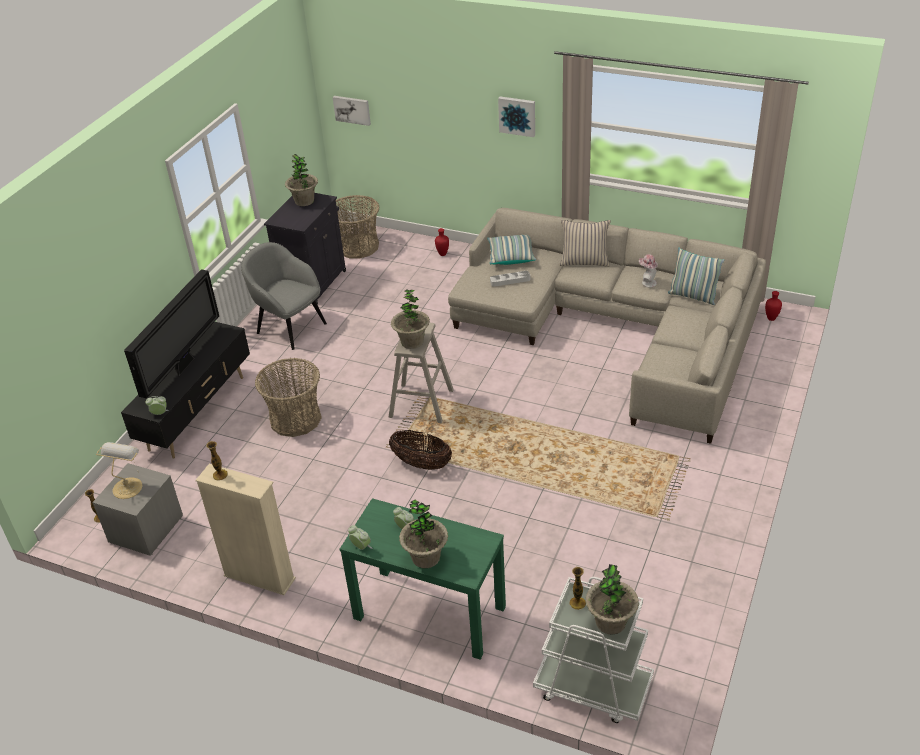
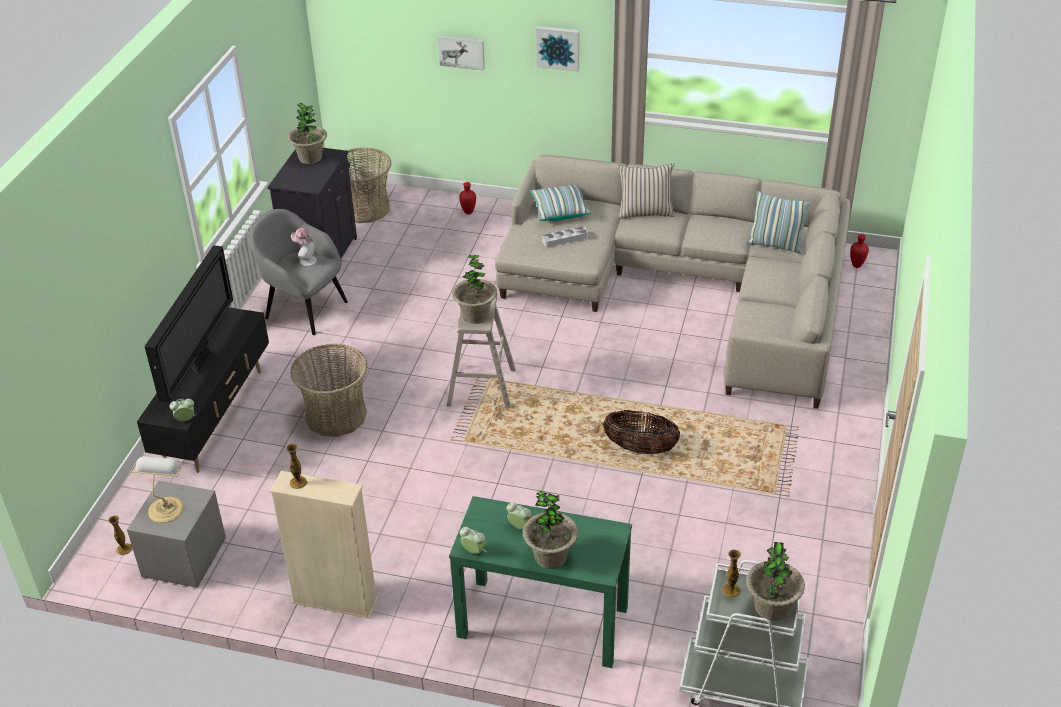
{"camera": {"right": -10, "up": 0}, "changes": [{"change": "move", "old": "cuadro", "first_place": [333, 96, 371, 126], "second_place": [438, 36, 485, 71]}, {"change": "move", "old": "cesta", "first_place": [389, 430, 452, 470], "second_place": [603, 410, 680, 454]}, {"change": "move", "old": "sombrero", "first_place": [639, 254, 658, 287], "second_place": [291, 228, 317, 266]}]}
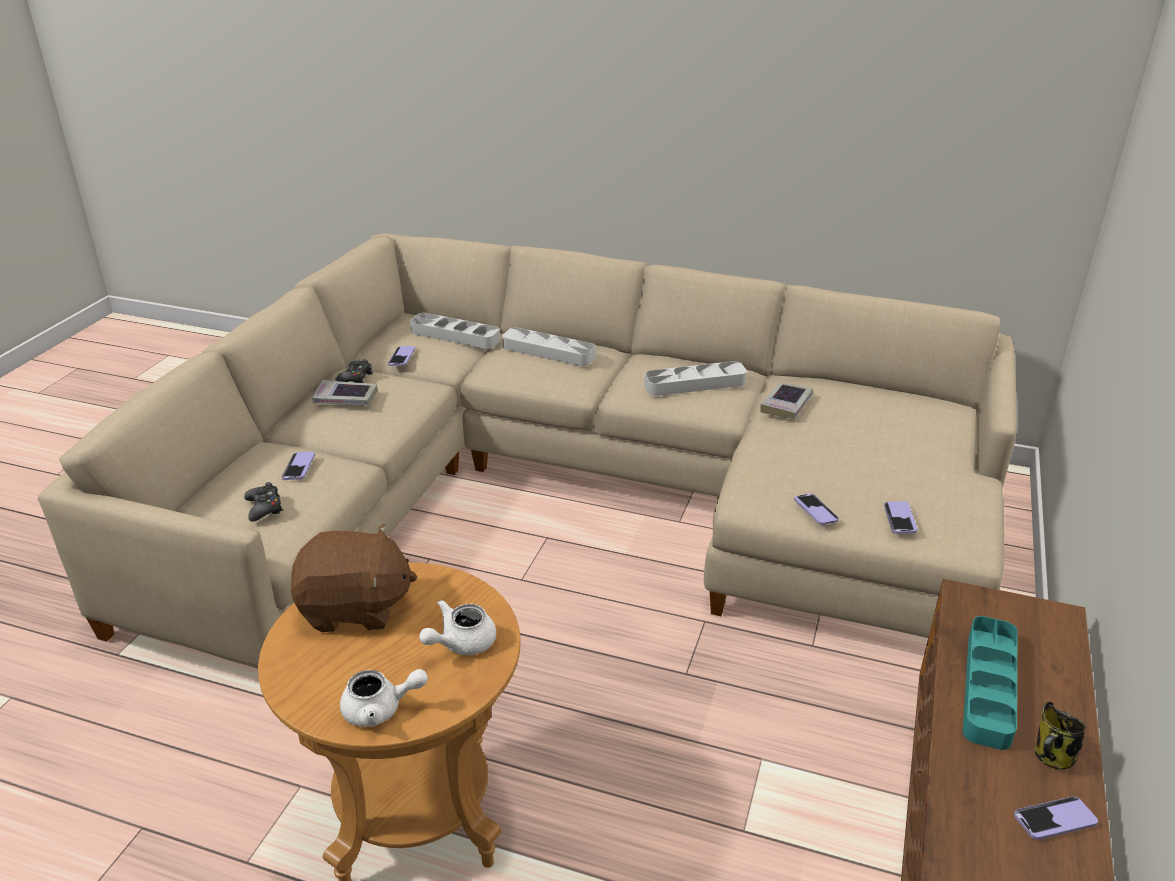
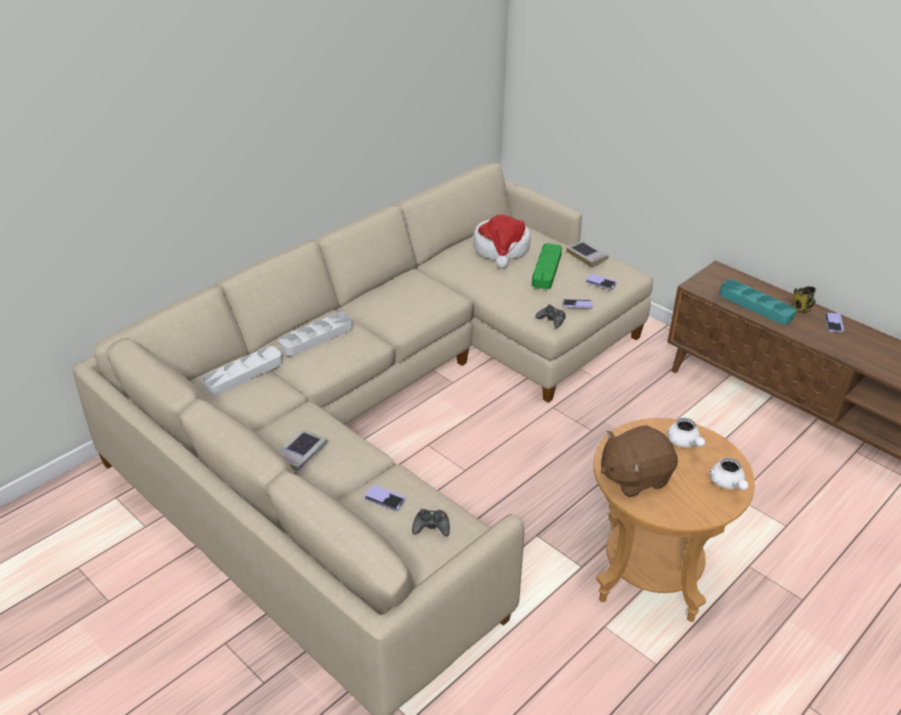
{"camera": {"right": -65, "up": 5}, "changes": [{"change": "rotate", "old": "peluche/marrón", "first_place": [291, 524, 417, 632], "second_place": [601, 425, 678, 498], "degrees": -135}, {"change": "move", "old": "mando de consola/negro", "first_place": [335, 359, 373, 383], "second_place": [535, 304, 566, 328]}, {"change": "rotate", "old": "tetera/blanco", "first_place": [340, 669, 428, 727], "second_place": [709, 457, 749, 490], "degrees": 150}, {"change": "delete", "old": "móvil", "first_place": [388, 346, 416, 366]}, {"change": "delete", "old": "bandeja/gris", "first_place": [644, 361, 747, 396]}, {"change": "move", "old": "libro", "first_place": [761, 382, 813, 419], "second_place": [566, 240, 609, 267]}, {"change": "insert", "new": "sombrero", "second_place": [473, 215, 531, 269]}, {"change": "insert", "new": "bandeja/verde", "second_place": [532, 243, 562, 289]}]}
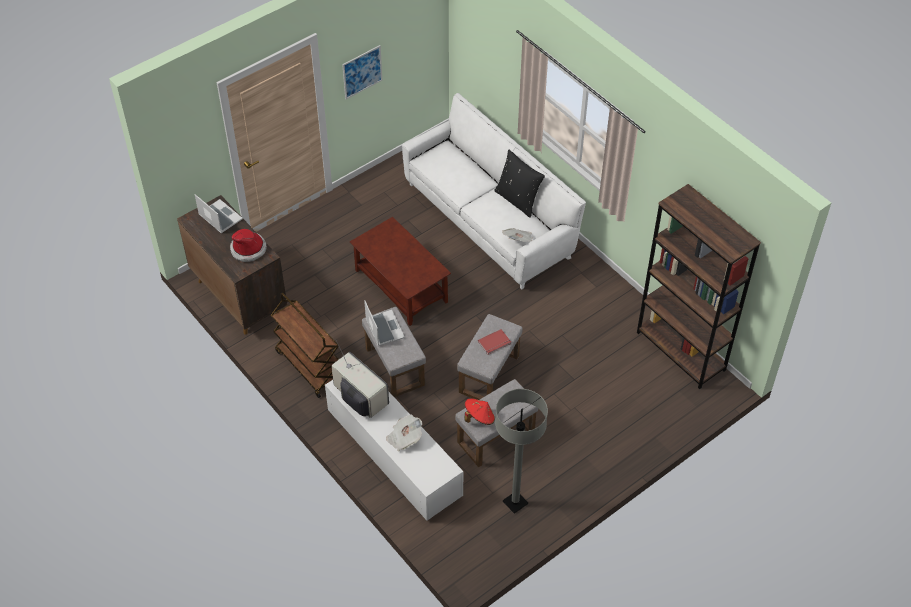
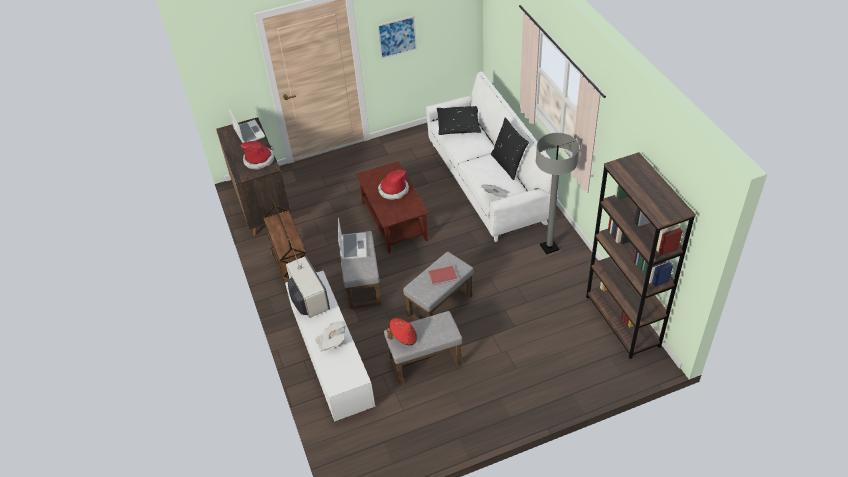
{"camera": {"right": 20, "up": -5}, "changes": [{"change": "move", "old": "lámpara de pie/gris", "first_place": [495, 389, 548, 514], "second_place": [536, 133, 579, 254]}, {"change": "insert", "new": "sombrero", "second_place": [378, 170, 409, 200]}, {"change": "insert", "new": "cojín/negro", "second_place": [437, 106, 481, 135]}]}
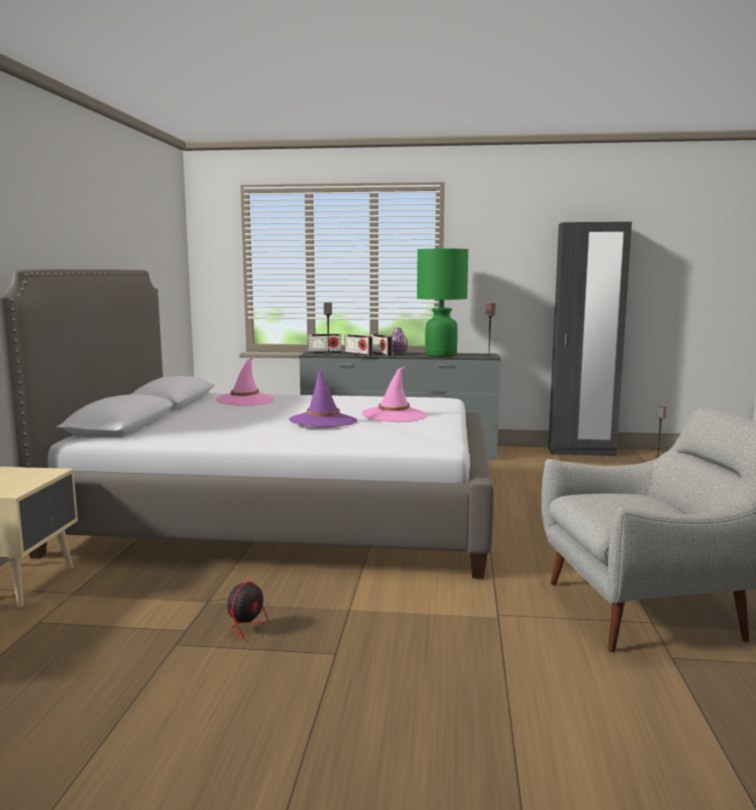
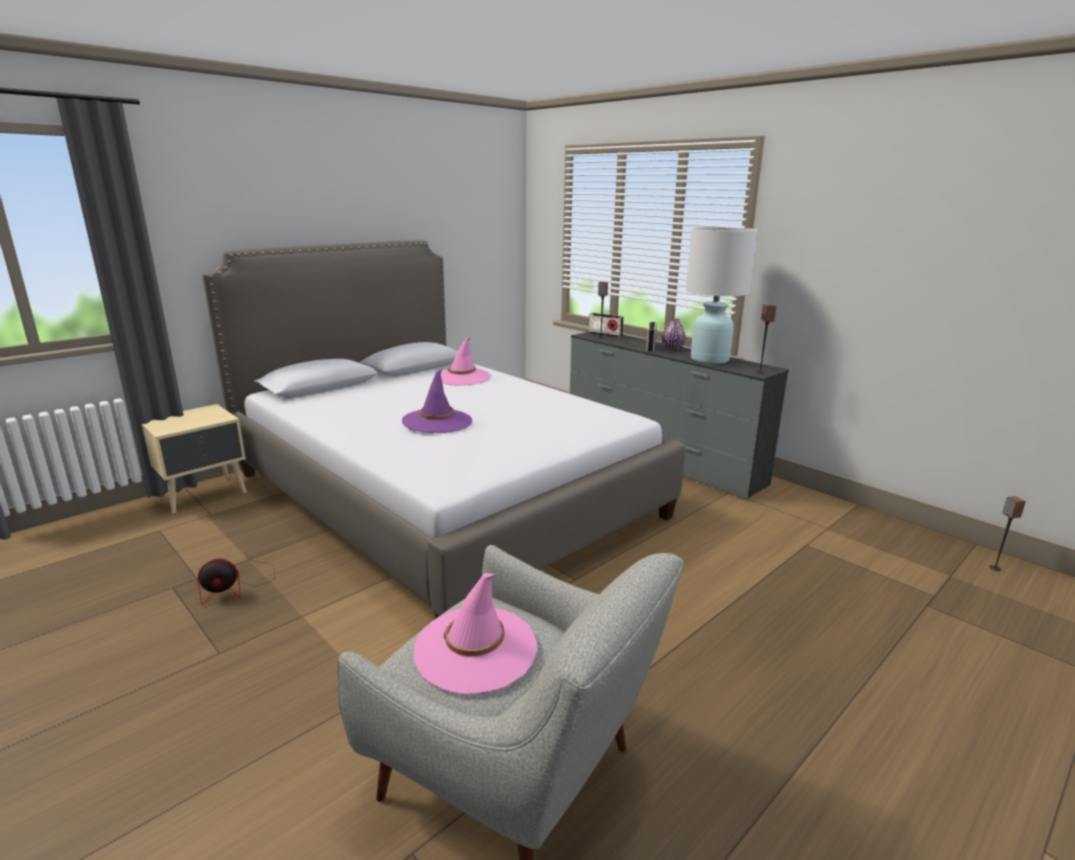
{"camera": {"right": 40, "up": 10}, "changes": [{"change": "delete", "old": "radio", "first_place": [344, 334, 373, 356]}, {"change": "move", "old": "sombrero/rosa", "first_place": [362, 366, 427, 422], "second_place": [414, 573, 537, 694]}, {"change": "recolor", "old": "lámpara de mesa/verde", "new": "lámpara de mesa/blanco", "first_place": [417, 249, 468, 357], "second_place": [686, 227, 758, 364]}, {"change": "delete", "old": "armario ropero/negro", "first_place": [548, 222, 632, 456]}]}
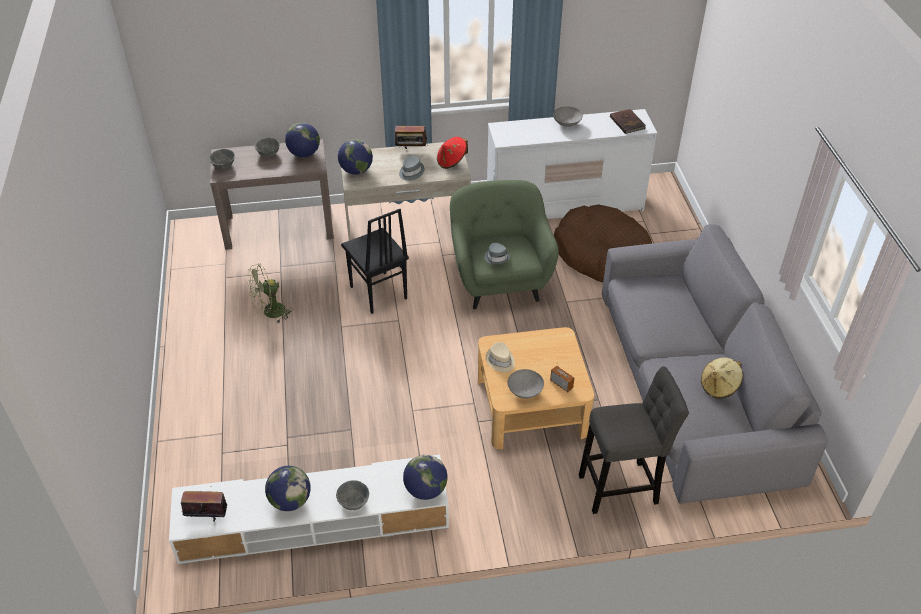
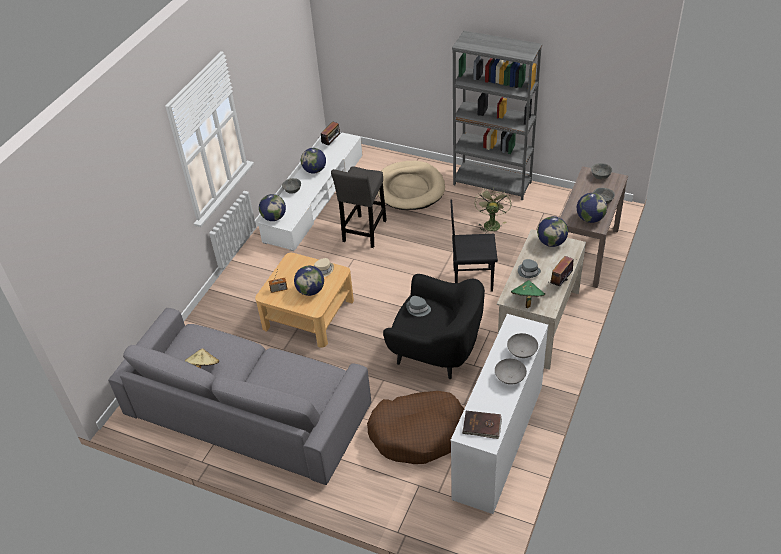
{"camera": {"right": 125, "up": 0}, "changes": [{"change": "recolor", "old": "sombrero/rojo", "new": "sombrero/verde", "first_place": [437, 137, 468, 169], "second_place": [511, 280, 545, 308]}, {"change": "recolor", "old": "sillón/verde", "new": "sillón/negro", "first_place": [450, 180, 559, 309], "second_place": [383, 274, 485, 379]}, {"change": "move", "old": "cuenco/gris", "first_place": [508, 369, 544, 399], "second_place": [507, 333, 538, 358]}, {"change": "move", "old": "taburete/gris", "first_place": [579, 366, 689, 514], "second_place": [331, 166, 387, 248]}, {"change": "insert", "new": "globo terráqueo", "second_place": [294, 266, 324, 296]}, {"change": "insert", "new": "cama para perro/beis", "second_place": [378, 161, 445, 210]}, {"change": "insert", "new": "estantería/gris", "second_place": [452, 31, 542, 200]}]}
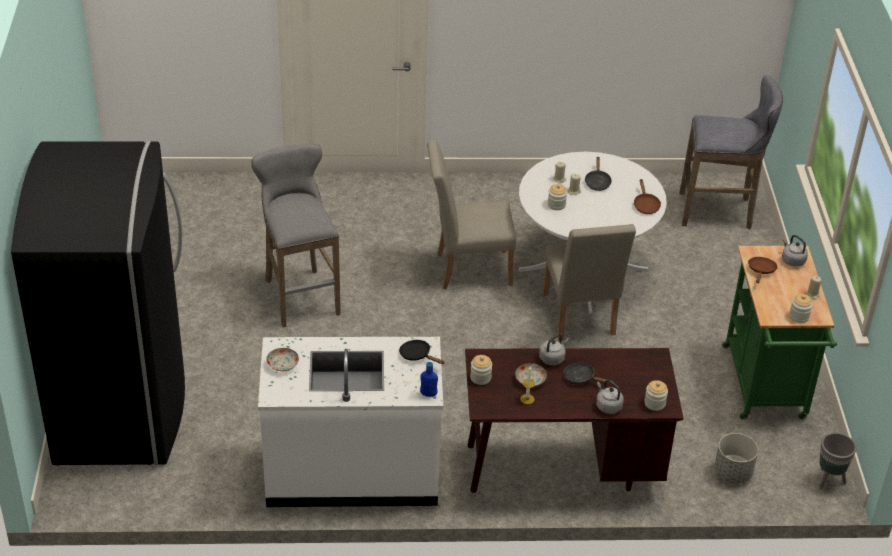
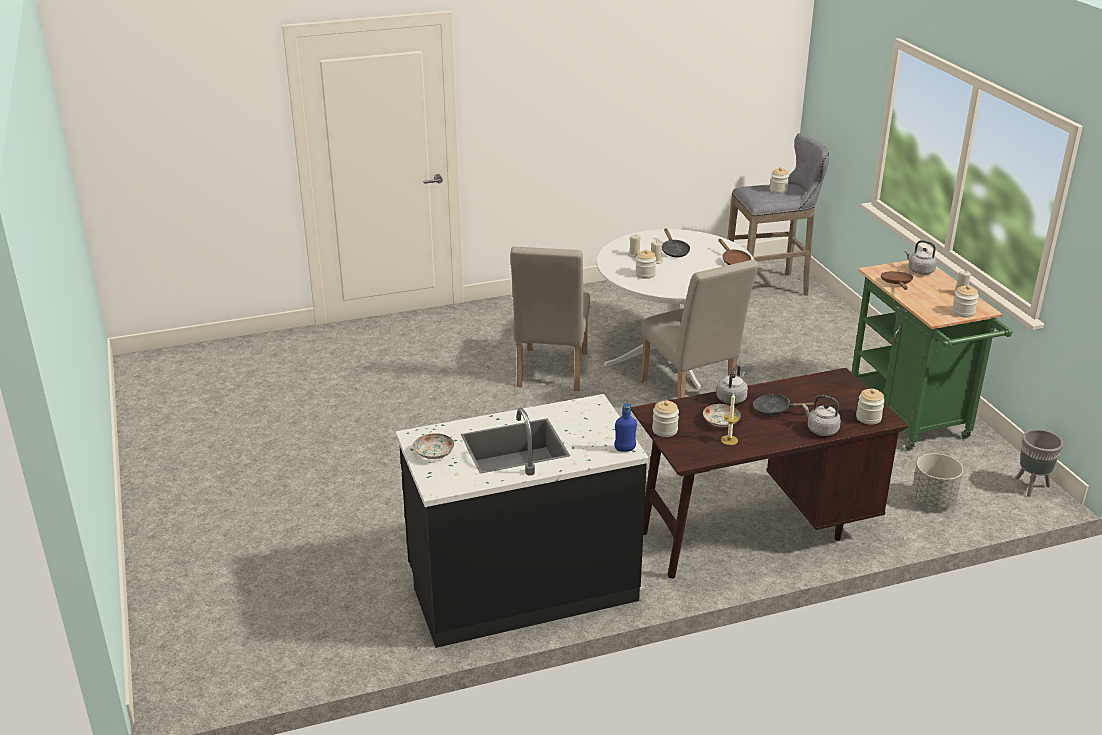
{"camera": {"right": -15, "up": -10}, "changes": [{"change": "delete", "old": "nevera/negro", "first_place": [11, 141, 185, 466]}, {"change": "delete", "old": "taburete/gris", "first_place": [252, 144, 341, 327]}, {"change": "recolor", "old": "mueble bajo de cocina/blanco", "new": "mueble bajo de cocina/negro", "first_place": [258, 337, 443, 507], "second_place": [396, 394, 649, 648]}, {"change": "delete", "old": "sartén/negro", "first_place": [399, 340, 445, 364]}, {"change": "rotate", "old": "silla/beis", "first_place": [427, 140, 516, 289], "second_place": [510, 246, 590, 391], "degrees": -60}, {"change": "insert", "new": "tarro", "second_place": [770, 167, 789, 193]}]}
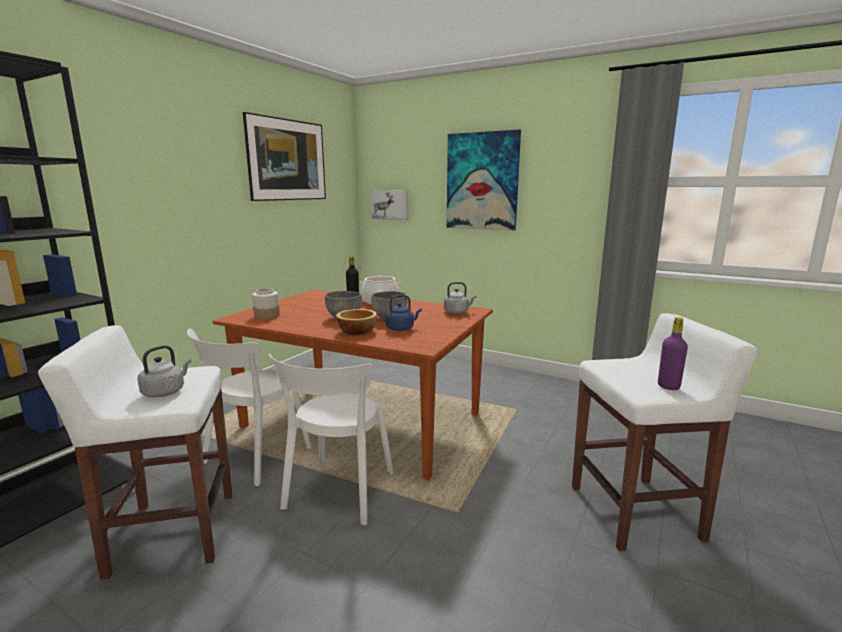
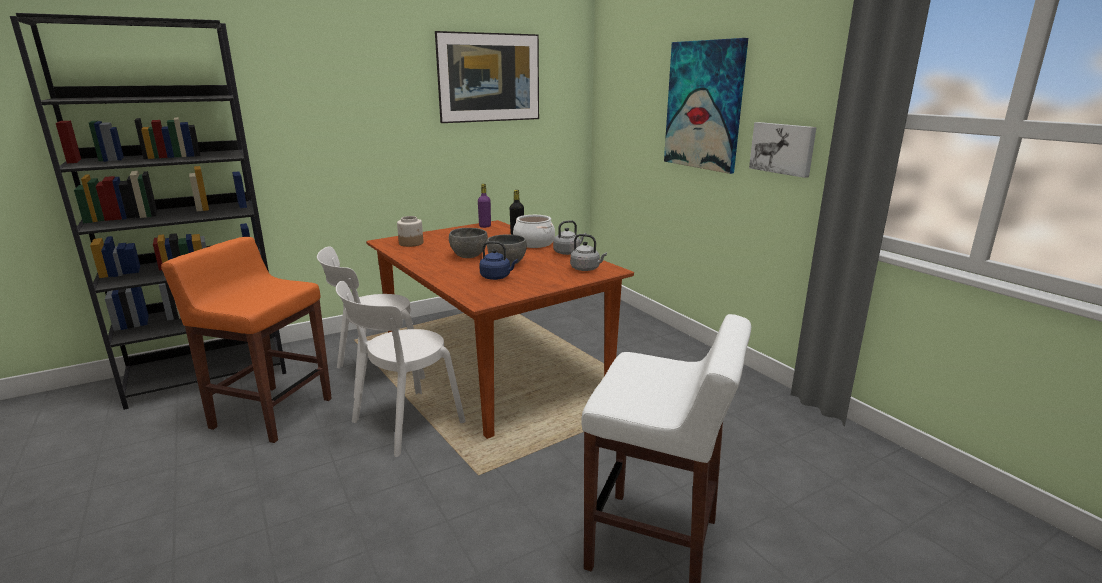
{"camera": {"right": 30, "up": 5}, "changes": [{"change": "recolor", "old": "taburete/blanco", "new": "taburete/naranja", "first_place": [38, 325, 232, 579], "second_place": [161, 237, 332, 443]}, {"change": "move", "old": "hervidor/gris", "first_place": [137, 345, 191, 398], "second_place": [553, 220, 586, 255]}, {"change": "delete", "old": "cuenco", "first_place": [336, 309, 377, 335]}, {"change": "move", "old": "cuadro", "first_place": [371, 191, 409, 220], "second_place": [749, 122, 817, 178]}, {"change": "move", "old": "botella/morado", "first_place": [658, 317, 688, 390], "second_place": [478, 184, 491, 228]}]}
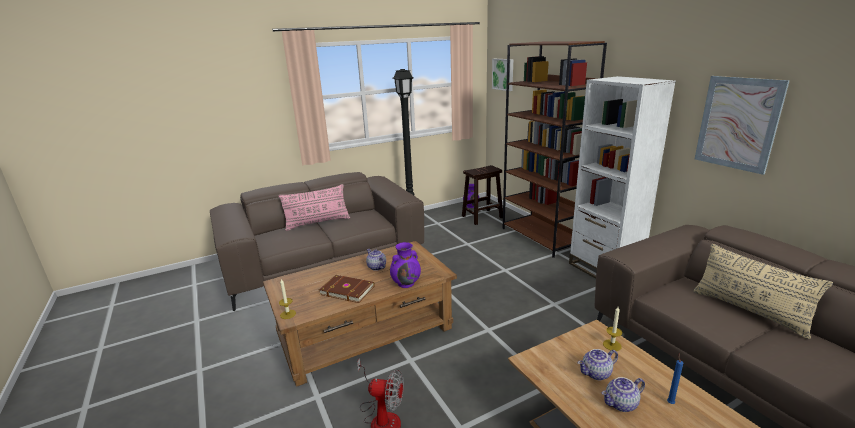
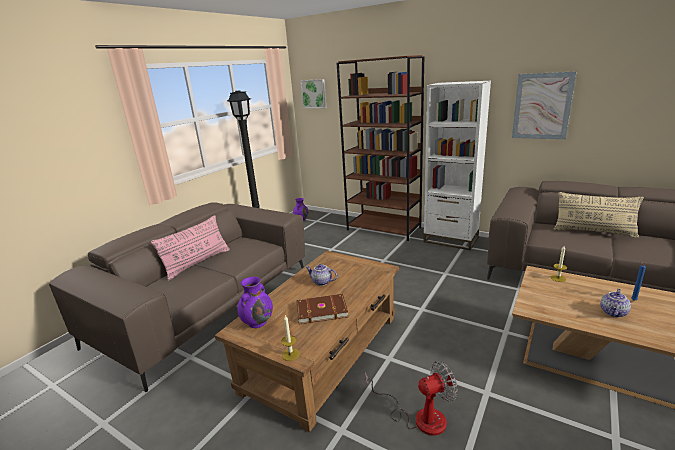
{"camera": {"right": -30, "up": 0}, "changes": [{"change": "move", "old": "florero/morado", "first_place": [390, 242, 421, 288], "second_place": [237, 277, 273, 328]}, {"change": "delete", "old": "taburete/marrón", "first_place": [462, 165, 503, 225]}, {"change": "delete", "old": "tetera", "first_place": [578, 349, 618, 380]}]}
